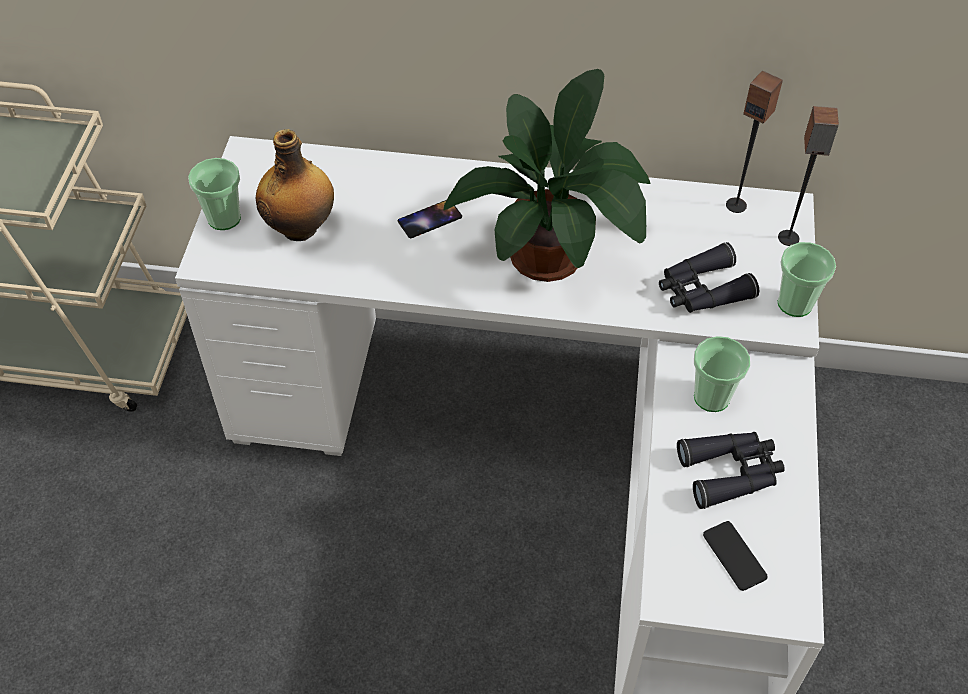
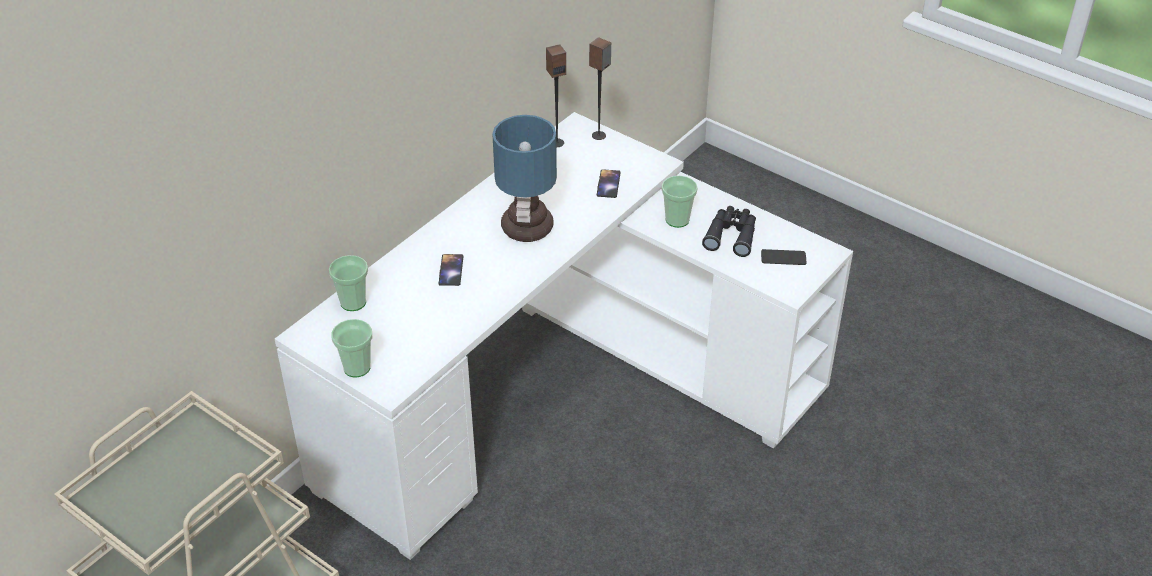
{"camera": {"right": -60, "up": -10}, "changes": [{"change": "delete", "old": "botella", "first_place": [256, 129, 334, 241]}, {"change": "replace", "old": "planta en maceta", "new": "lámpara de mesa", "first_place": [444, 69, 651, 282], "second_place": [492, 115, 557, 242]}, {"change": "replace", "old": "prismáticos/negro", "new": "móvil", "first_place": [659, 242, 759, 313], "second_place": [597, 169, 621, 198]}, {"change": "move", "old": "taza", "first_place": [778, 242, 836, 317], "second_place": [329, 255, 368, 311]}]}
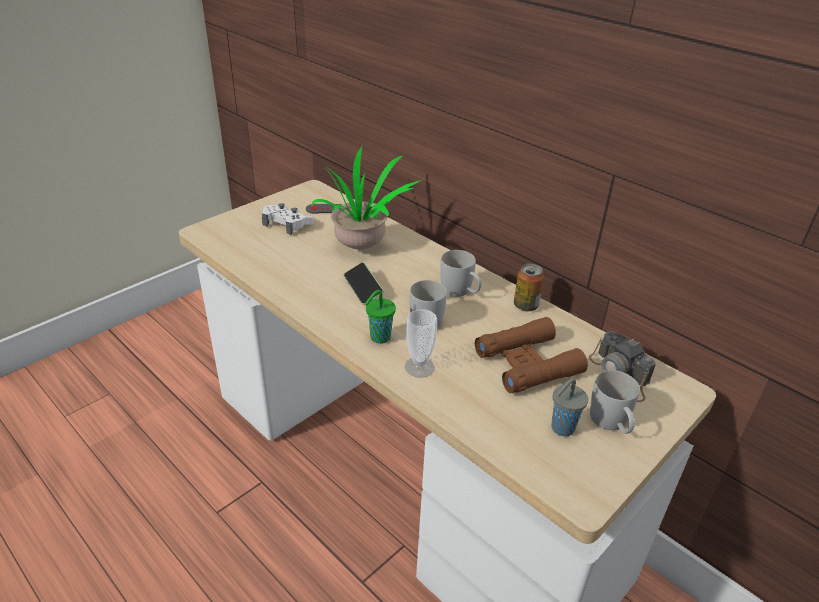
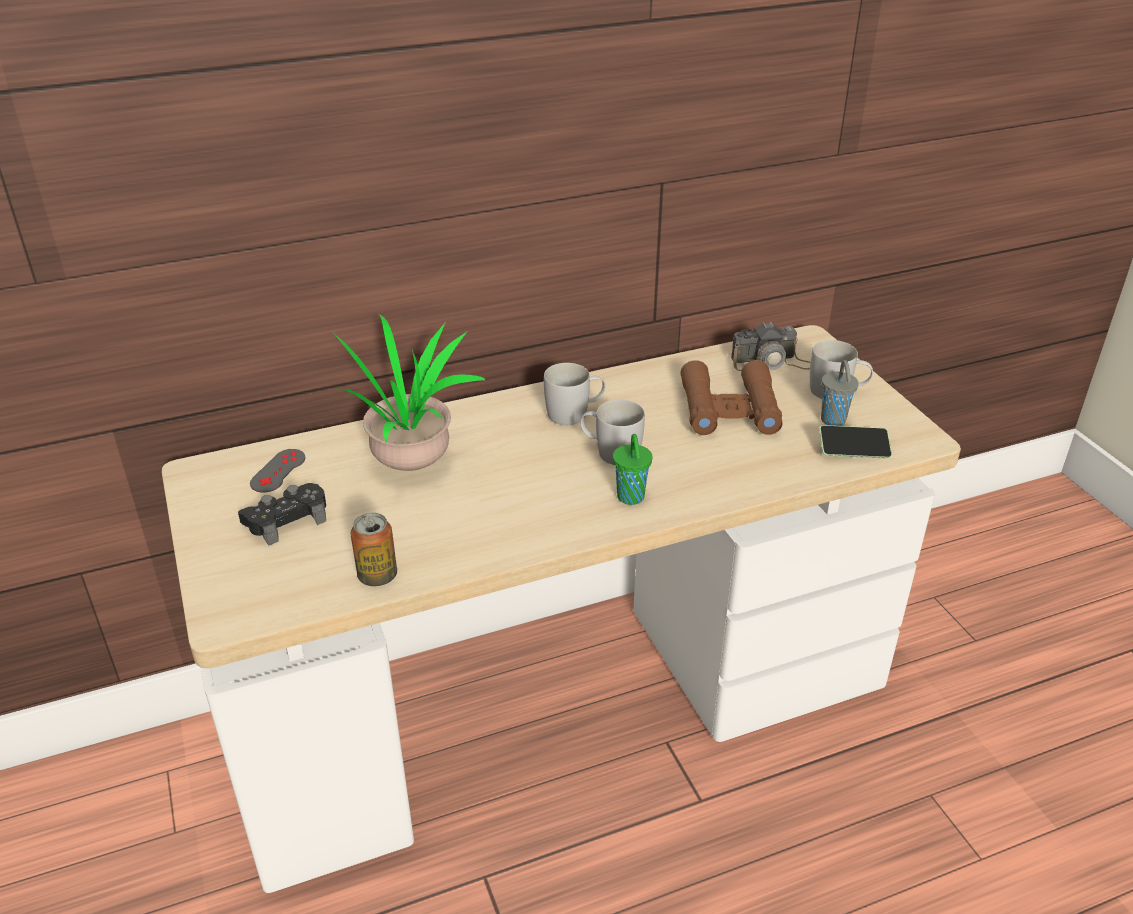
{"camera": {"right": -65, "up": 0}, "changes": [{"change": "recolor", "old": "mando de consola/blanco", "new": "mando de consola/negro", "first_place": [261, 203, 313, 235], "second_place": [238, 483, 326, 546]}, {"change": "move", "old": "móvil", "first_place": [344, 262, 384, 305], "second_place": [819, 425, 892, 459]}, {"change": "delete", "old": "taza", "first_place": [405, 309, 437, 378]}, {"change": "move", "old": "lata", "first_place": [514, 264, 544, 311], "second_place": [351, 513, 397, 587]}]}
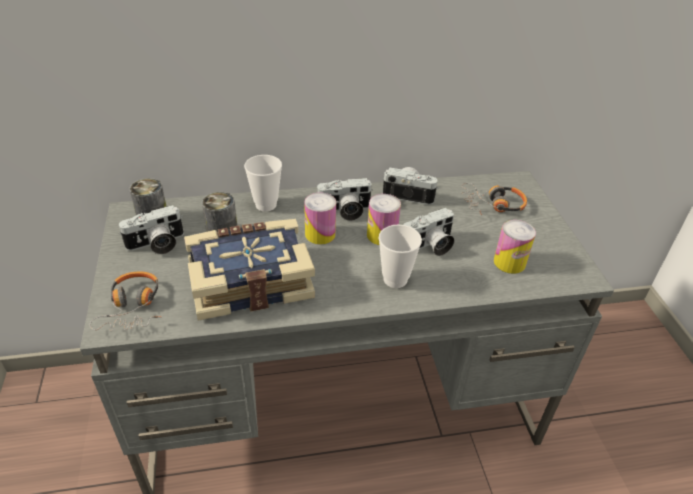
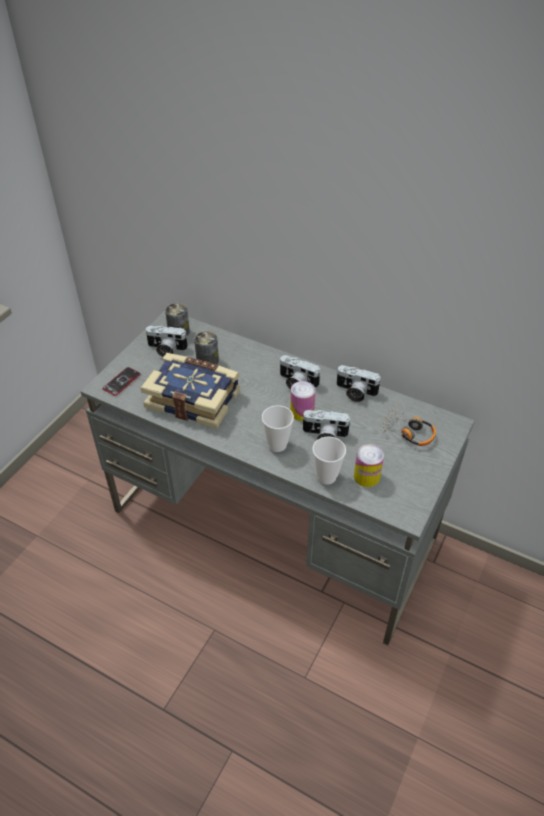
{"camera": {"right": 40, "up": 5}, "changes": [{"change": "replace", "old": "auriculares", "new": "móvil", "first_place": [90, 272, 162, 332], "second_place": [103, 367, 141, 396]}, {"change": "move", "old": "taza", "first_place": [244, 155, 282, 212], "second_place": [312, 436, 346, 485]}, {"change": "delete", "old": "lata", "first_place": [304, 192, 336, 245]}, {"change": "rotate", "old": "cámara", "first_place": [382, 167, 439, 205], "second_place": [336, 365, 381, 402], "degrees": 150}]}
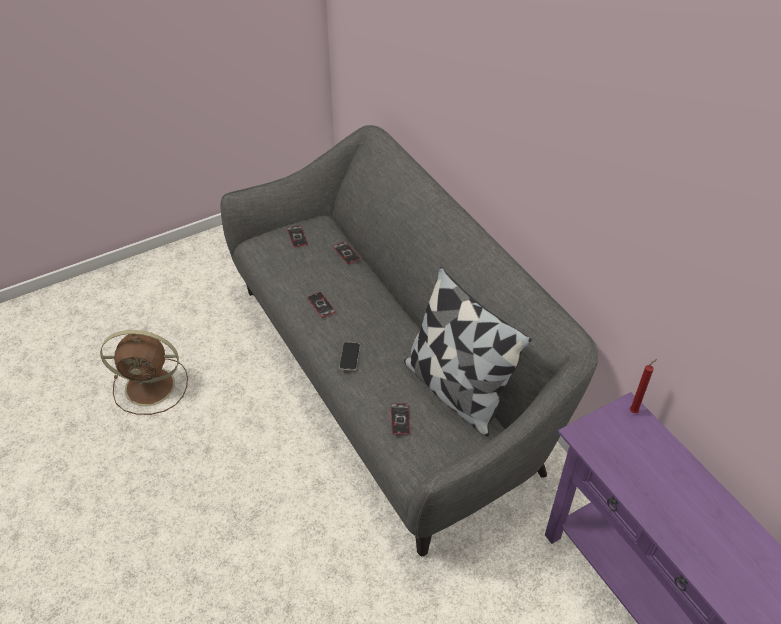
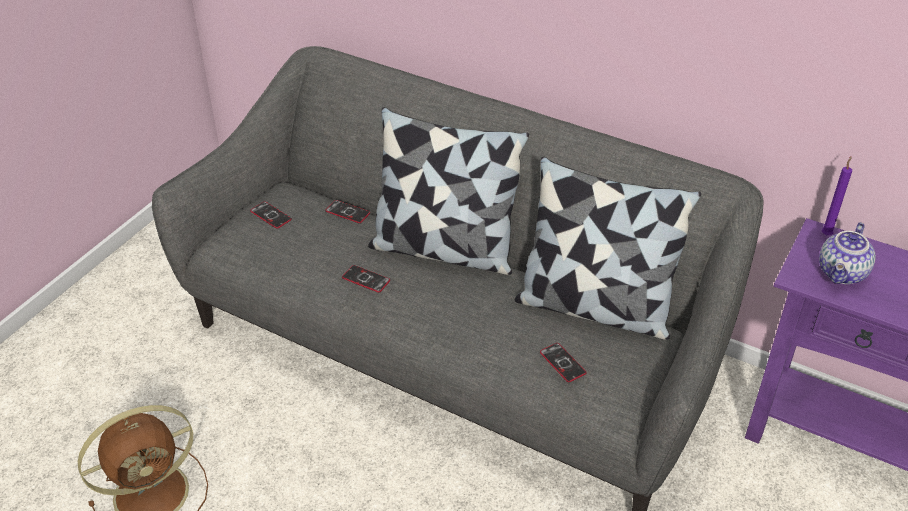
{"camera": {"right": -30, "up": -5}, "changes": [{"change": "delete", "old": "móvil", "first_place": [339, 342, 360, 371]}, {"change": "recolor", "old": "vela/rojo", "new": "vela/morado", "first_place": [630, 359, 657, 413], "second_place": [822, 156, 852, 235]}, {"change": "insert", "new": "cojín", "second_place": [368, 107, 529, 275]}, {"change": "insert", "new": "tetera", "second_place": [819, 222, 876, 284]}]}
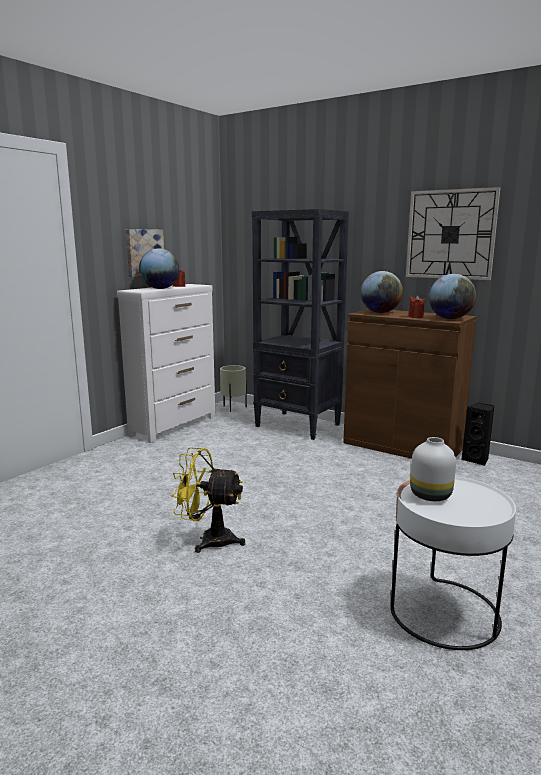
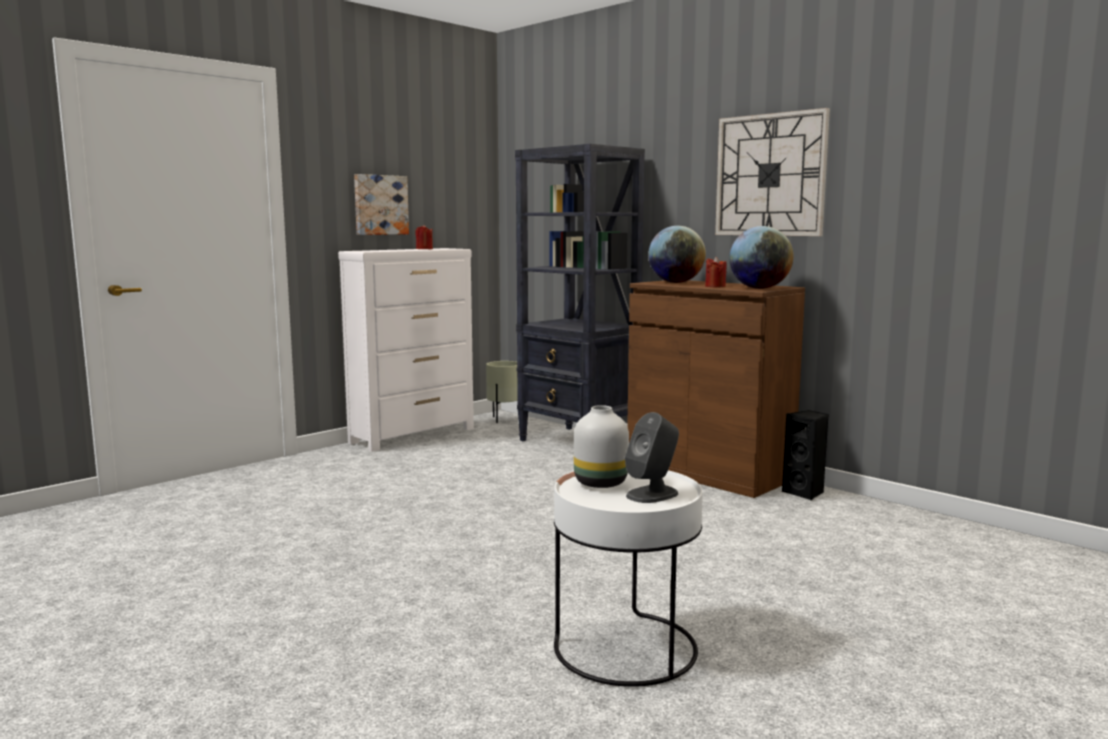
{"camera": {"right": 10, "up": -5}, "changes": [{"change": "delete", "old": "globo terráqueo", "first_place": [139, 248, 179, 289]}, {"change": "delete", "old": "ventilador/amarillo", "first_place": [171, 447, 245, 553]}, {"change": "insert", "new": "altavoz/gris", "second_place": [625, 412, 679, 503]}]}
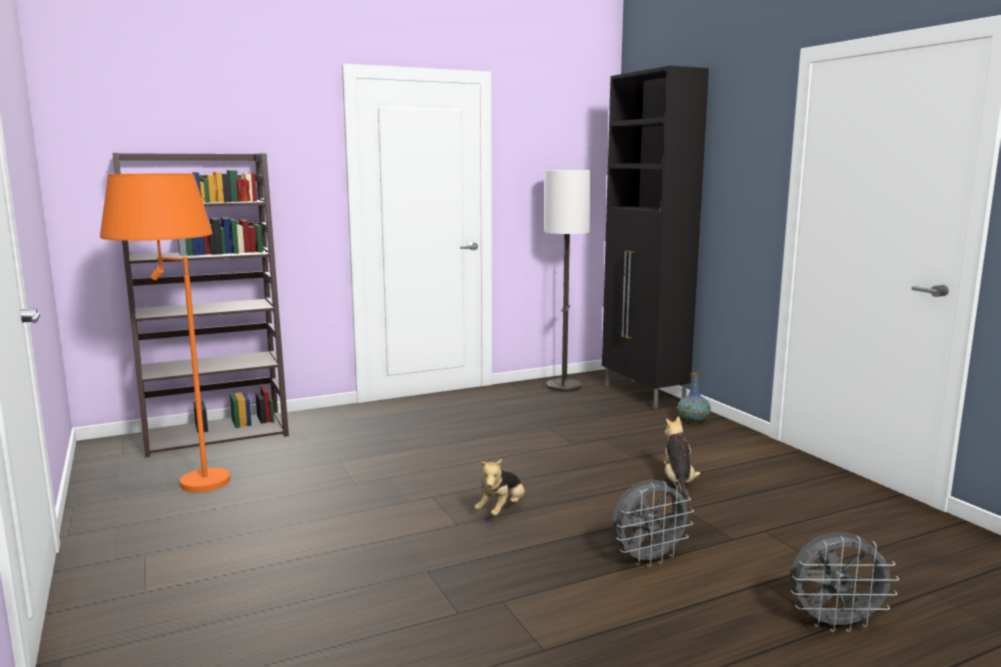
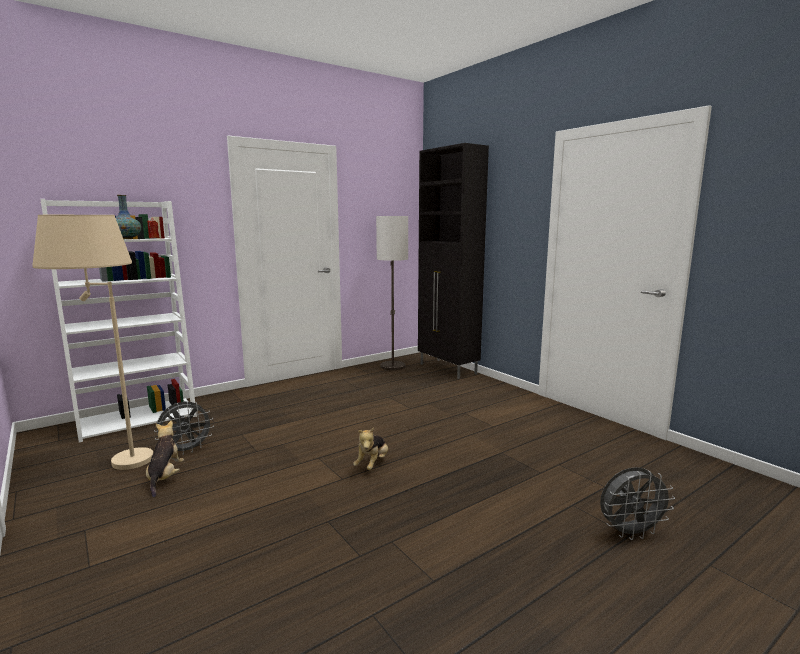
{"camera": {"right": -10, "up": 0}, "changes": [{"change": "recolor", "old": "lámpara de pie/naranja", "new": "lámpara de pie/beis", "first_place": [100, 173, 230, 492], "second_place": [32, 215, 153, 470]}, {"change": "recolor", "old": "estantería/marrón", "new": "estantería/blanco", "first_place": [113, 153, 289, 457], "second_place": [40, 199, 197, 443]}, {"change": "move", "old": "ventilador/gris", "first_place": [612, 480, 694, 567], "second_place": [154, 401, 214, 455]}, {"change": "move", "old": "peluche", "first_place": [664, 417, 700, 500], "second_place": [146, 421, 184, 498]}, {"change": "move", "old": "florero", "first_place": [677, 373, 711, 423], "second_place": [116, 195, 141, 239]}]}
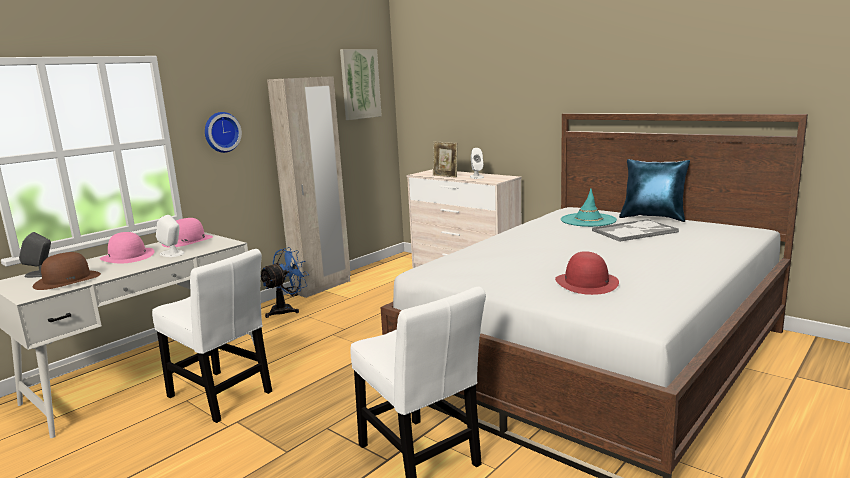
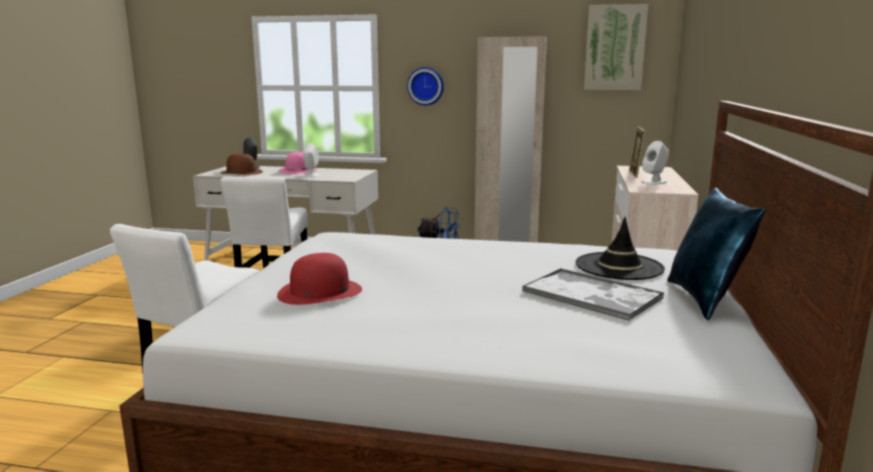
{"camera": {"right": 60, "up": 0}, "changes": [{"change": "delete", "old": "sombrero/rosa", "first_place": [162, 218, 213, 248]}, {"change": "recolor", "old": "sombrero/turquesa", "new": "sombrero/negro", "first_place": [561, 189, 617, 227], "second_place": [576, 217, 665, 280]}]}
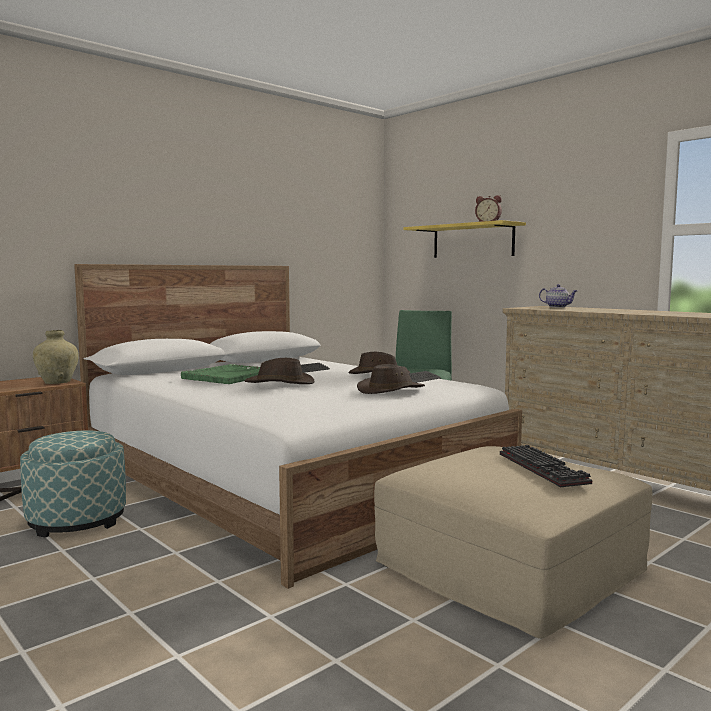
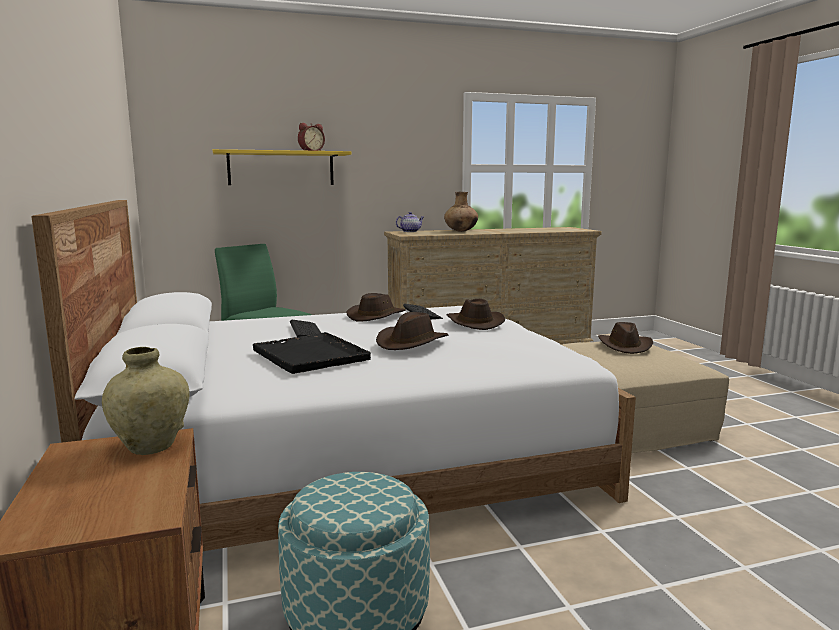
{"camera": {"right": -65, "up": 5}, "changes": [{"change": "recolor", "old": "bandeja/verde", "new": "bandeja/negro", "first_place": [181, 364, 260, 384], "second_place": [253, 332, 371, 374]}, {"change": "replace", "old": "teclado", "new": "sombrero/marrón", "first_place": [500, 445, 592, 487], "second_place": [598, 322, 653, 354]}, {"change": "insert", "new": "florero/marrón", "second_place": [444, 192, 478, 232]}]}
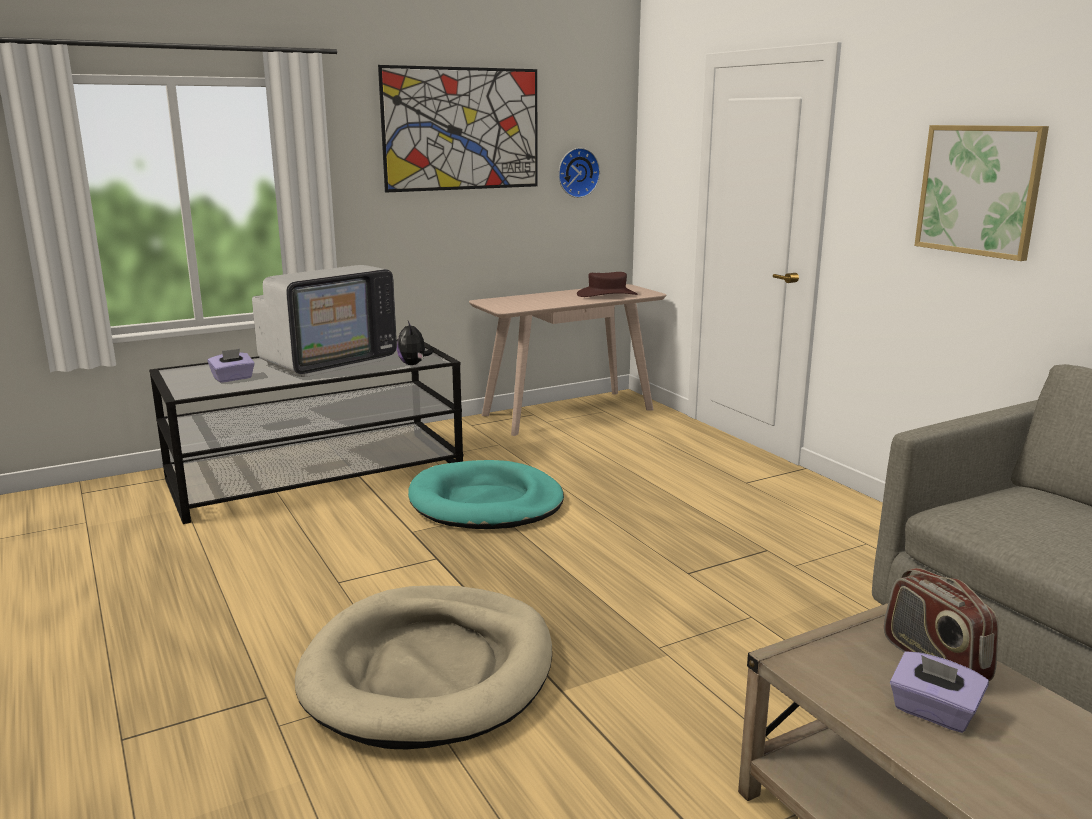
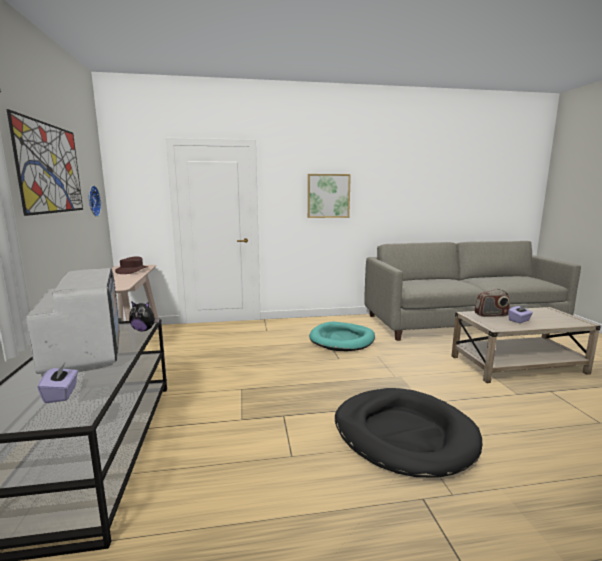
{"camera": {"right": -70, "up": -5}, "changes": [{"change": "recolor", "old": "cama para perro/beis", "new": "cama para perro/negro", "first_place": [295, 585, 552, 749], "second_place": [335, 388, 482, 478]}, {"change": "move", "old": "cama para perro/turquesa", "first_place": [408, 460, 564, 529], "second_place": [309, 322, 375, 351]}]}
